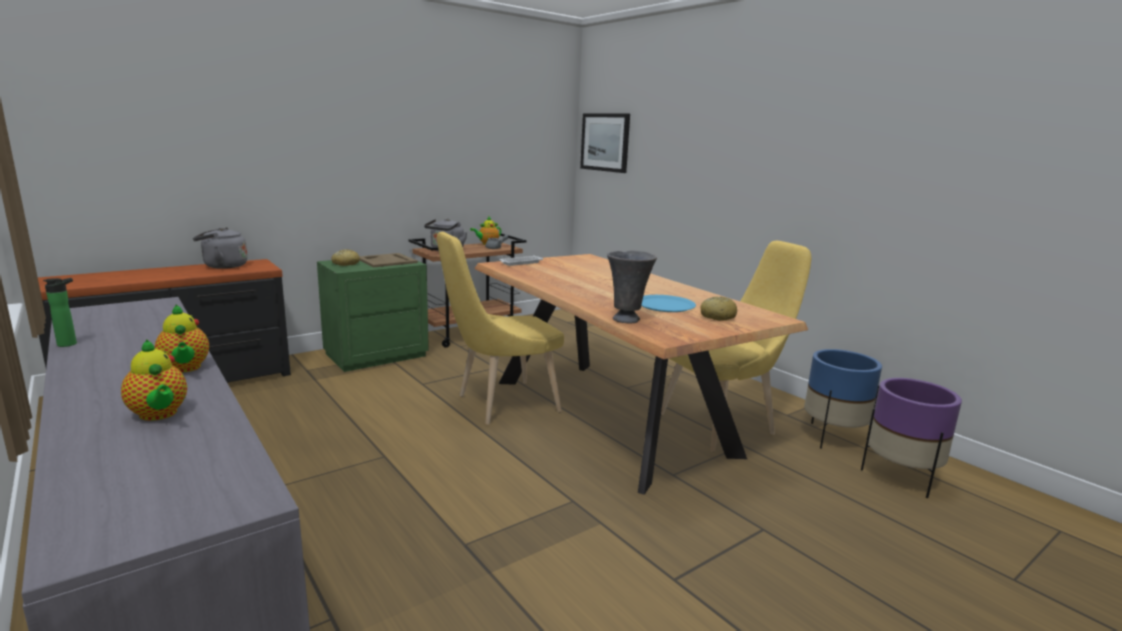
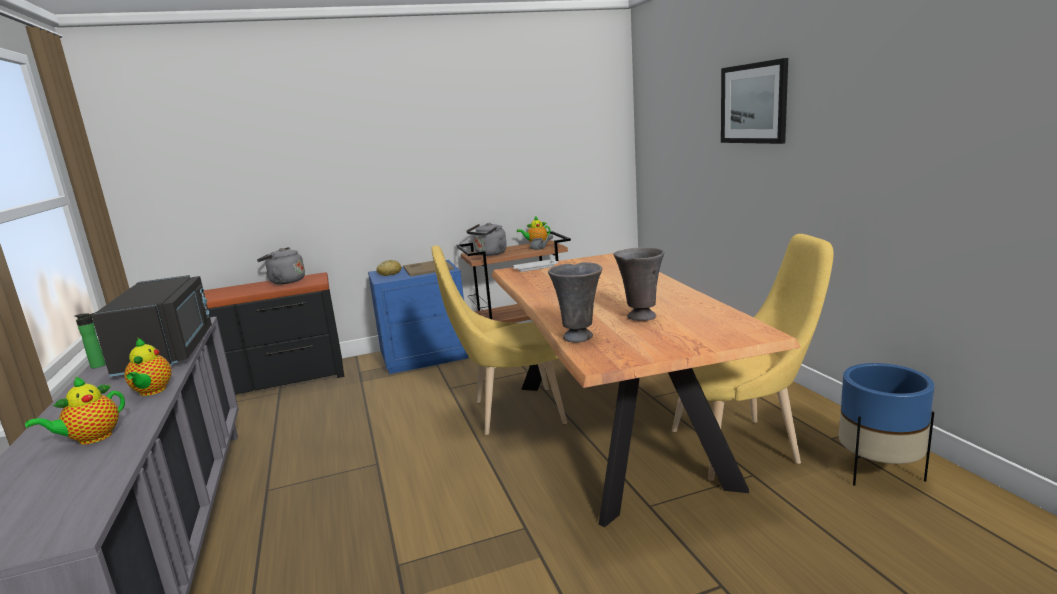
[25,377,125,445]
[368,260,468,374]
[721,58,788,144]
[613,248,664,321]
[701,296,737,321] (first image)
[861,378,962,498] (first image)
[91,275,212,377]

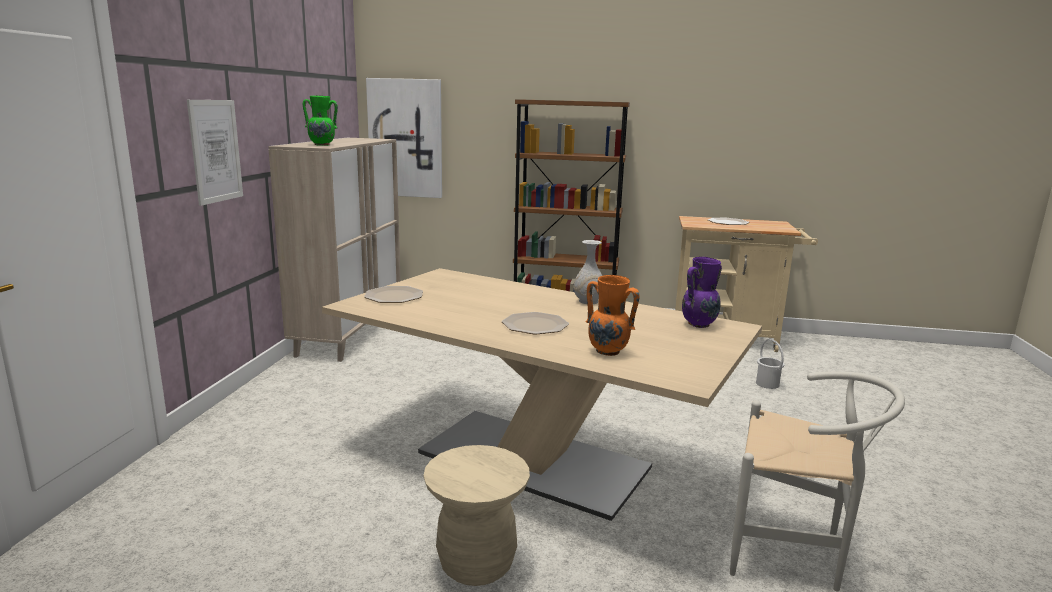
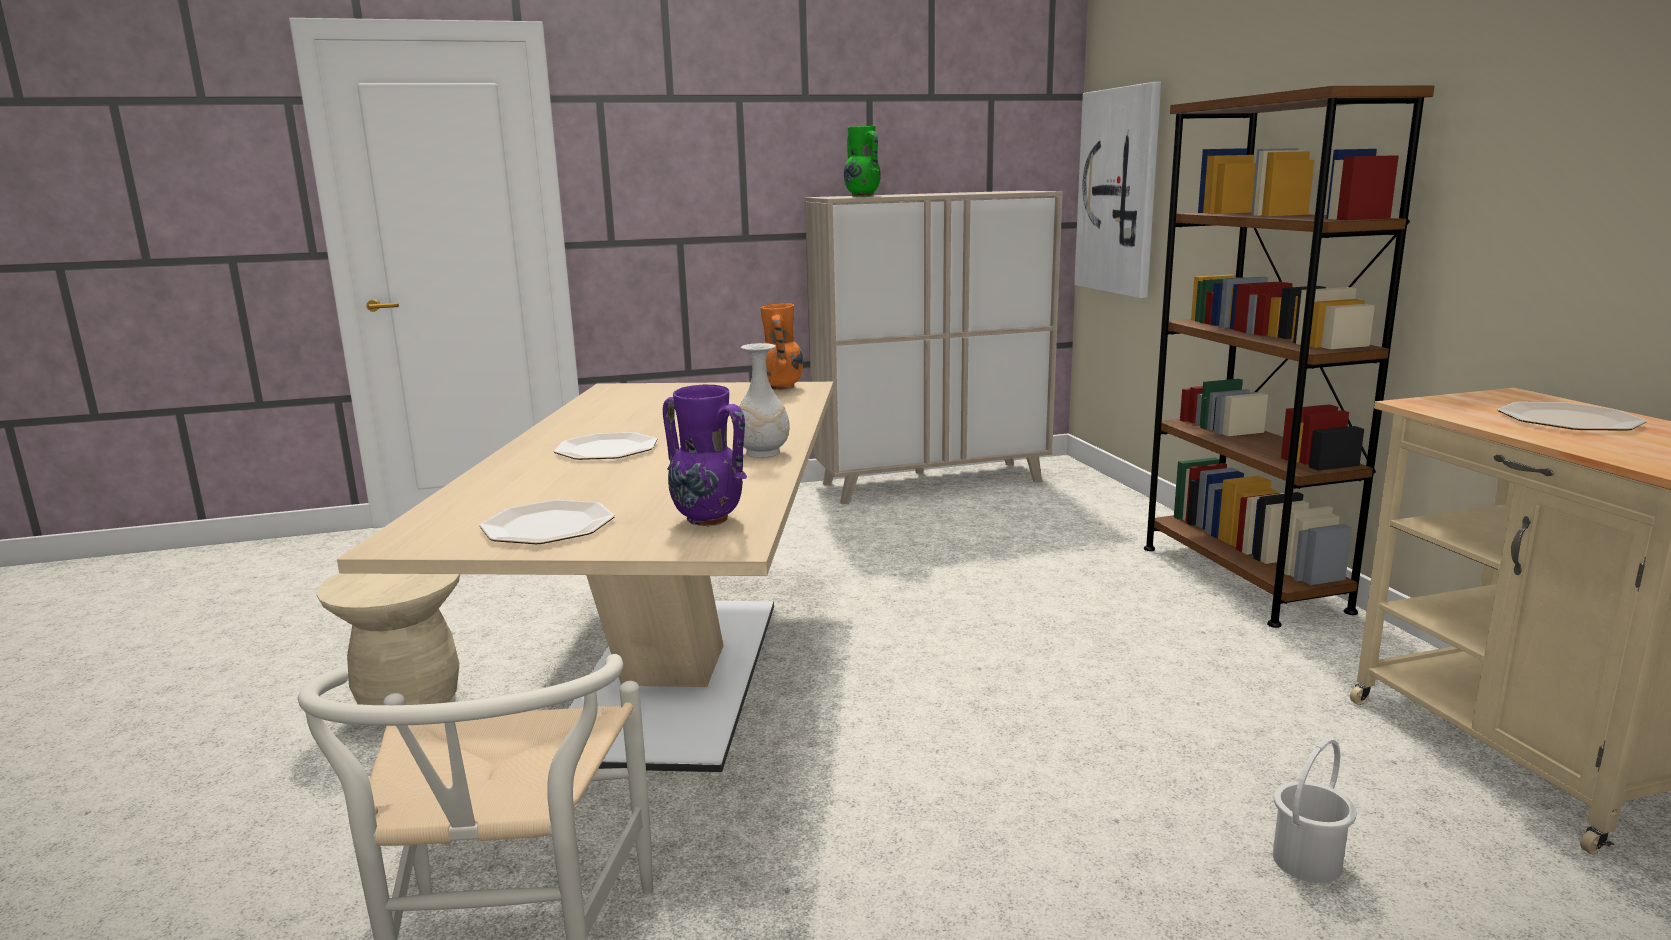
[187,100,243,206] (first image)
[479,500,615,544]
[760,303,803,390]

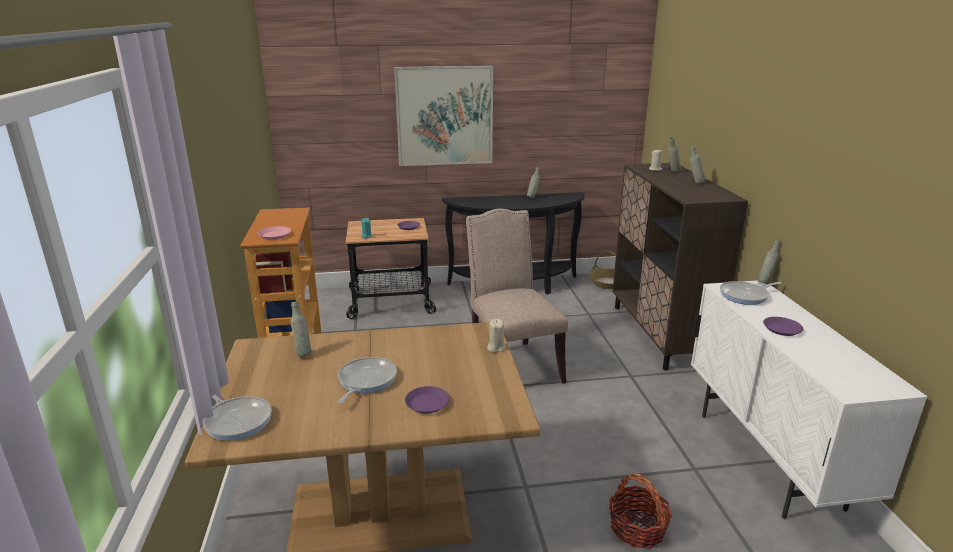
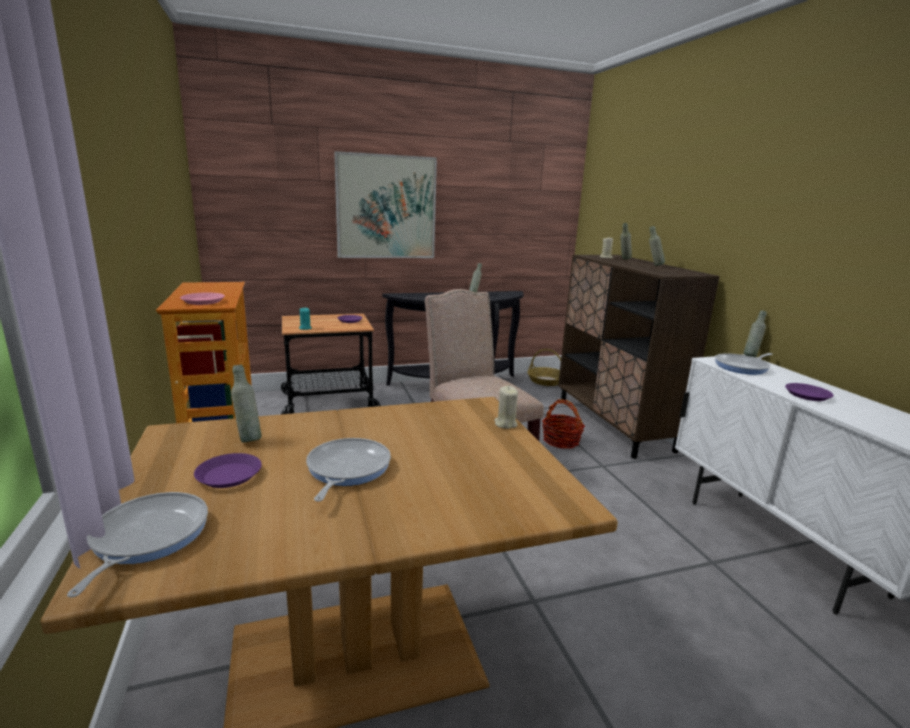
[67,492,208,598]
[194,453,262,488]
[542,399,585,448]

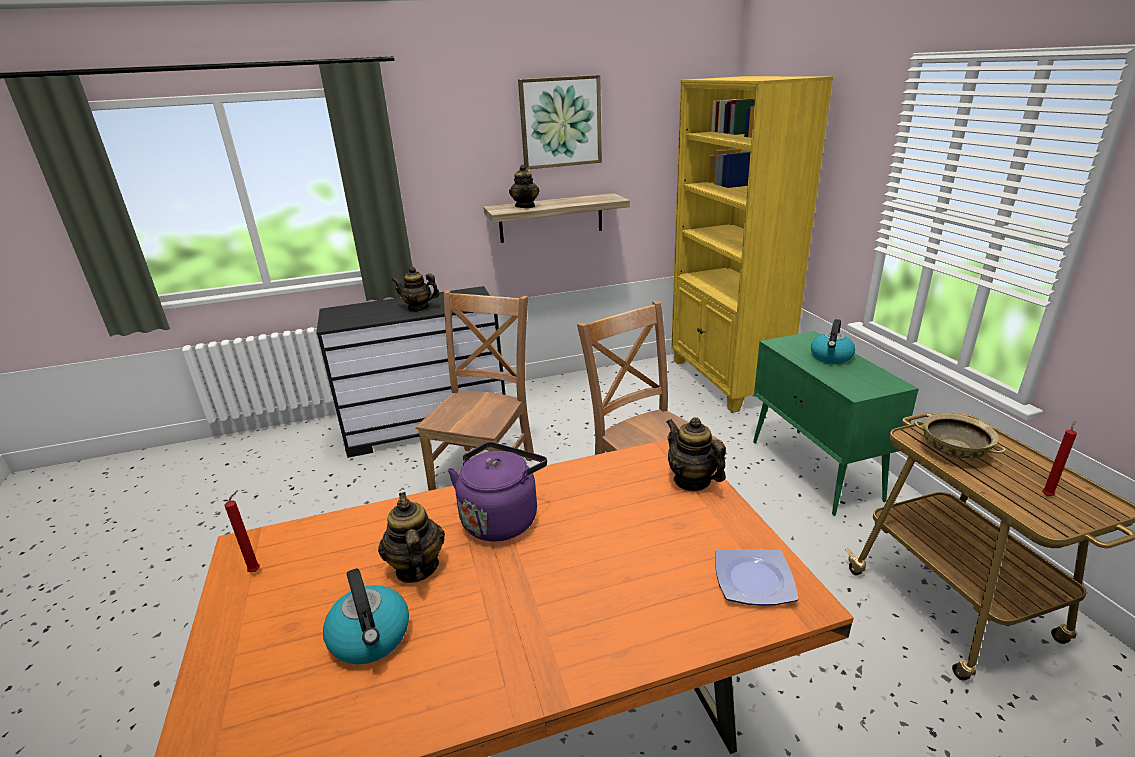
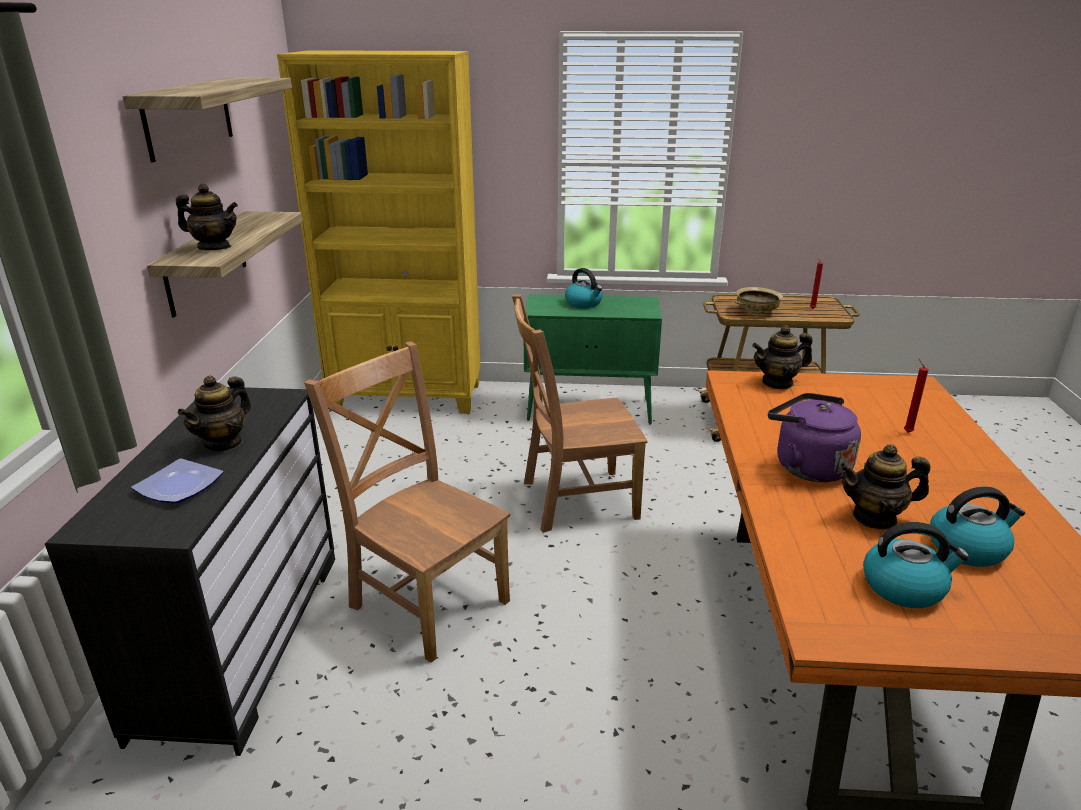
[904,358,928,433]
[122,77,292,163]
[131,458,223,504]
[863,522,969,608]

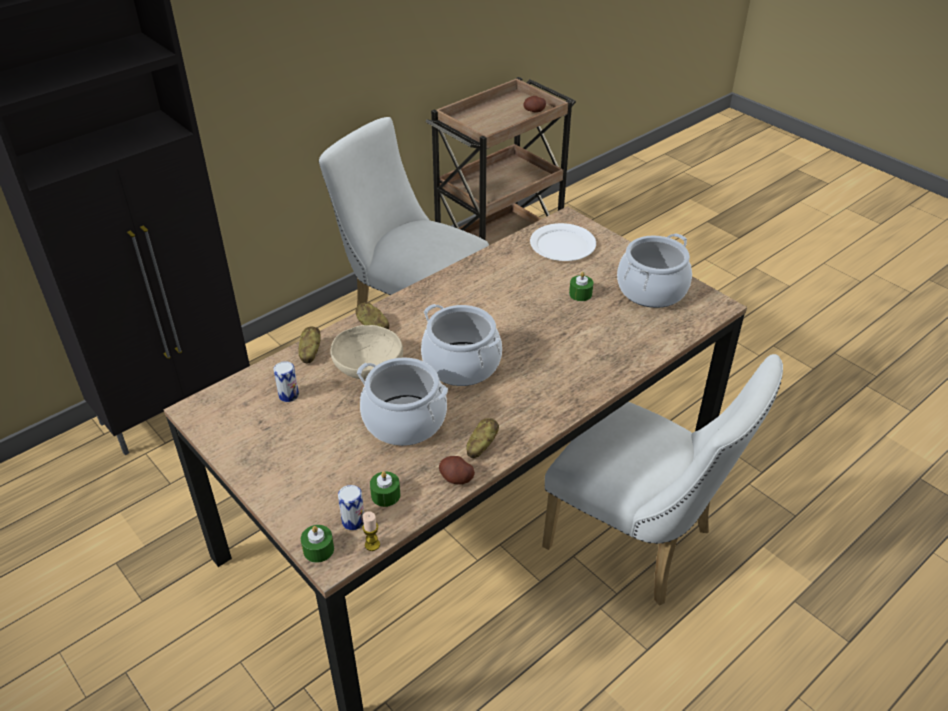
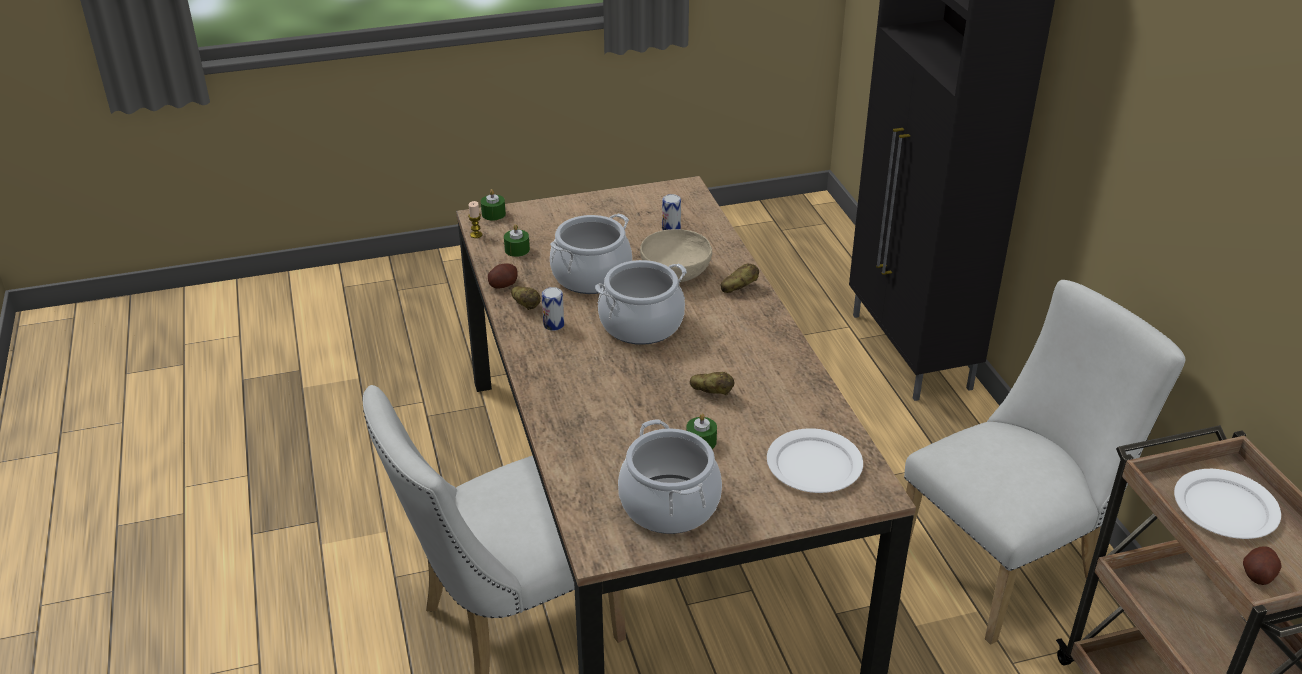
[690,372,734,395]
[542,287,564,331]
[1174,469,1281,539]

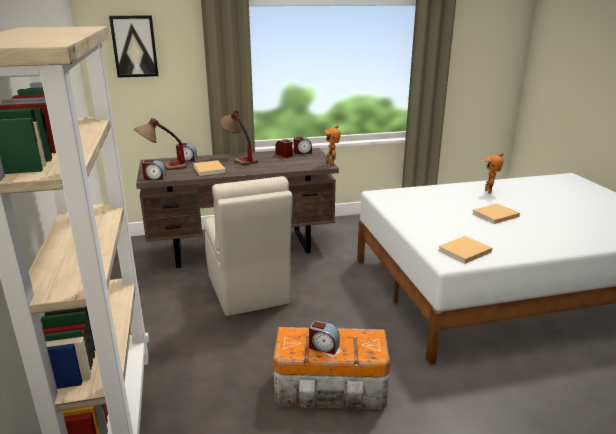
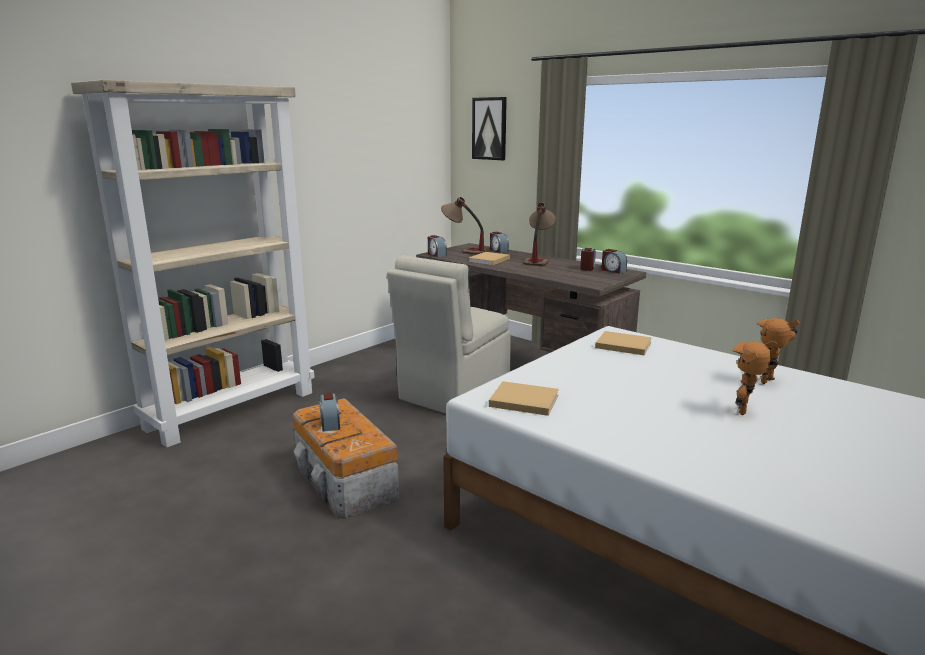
[732,341,777,415]
[595,331,652,355]

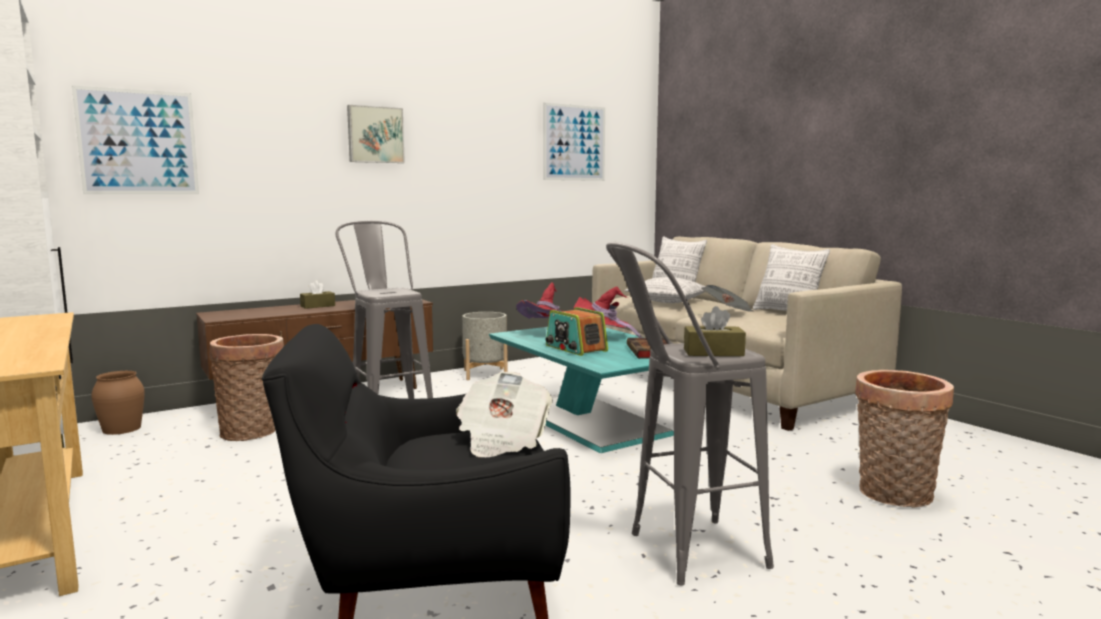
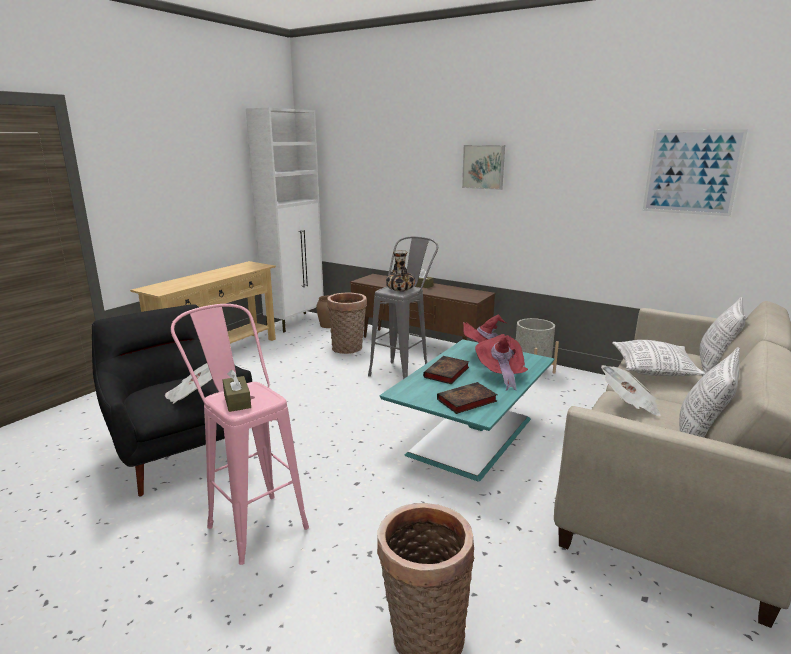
[72,85,199,194] (first image)
[423,356,470,384]
[171,304,309,565]
[386,250,415,291]

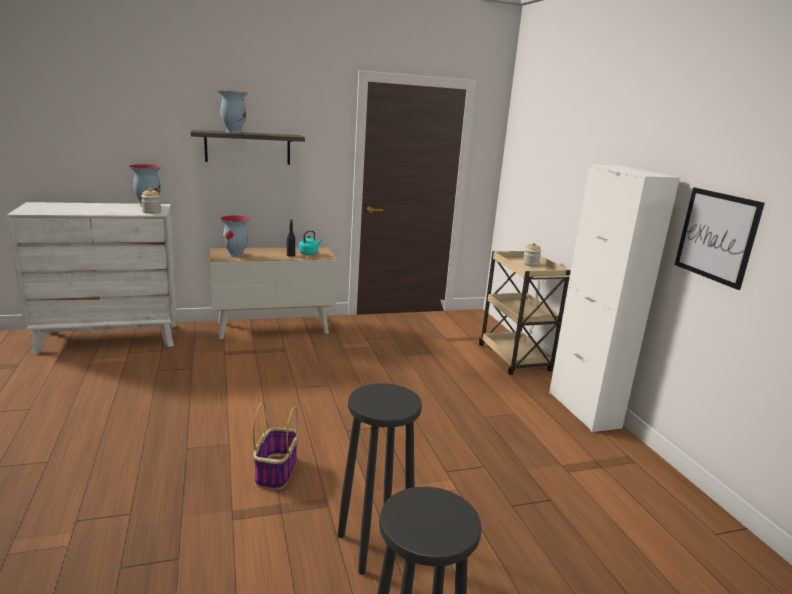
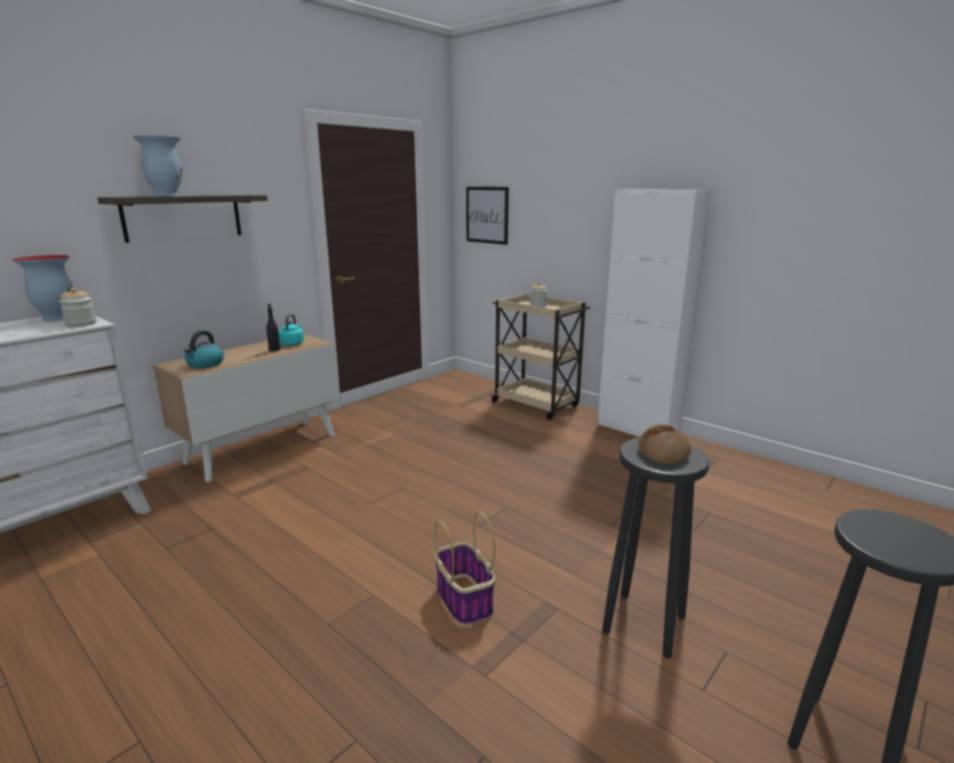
[184,331,224,368]
[466,187,509,245]
[638,424,691,464]

